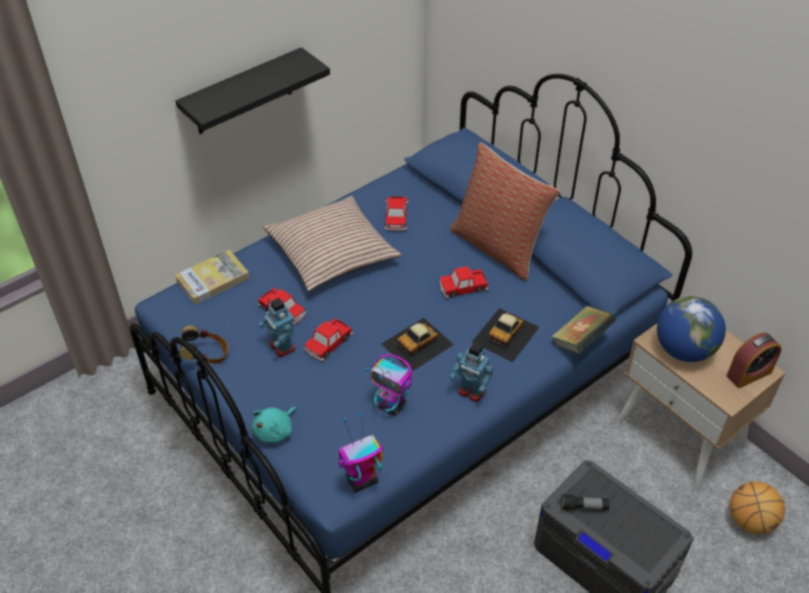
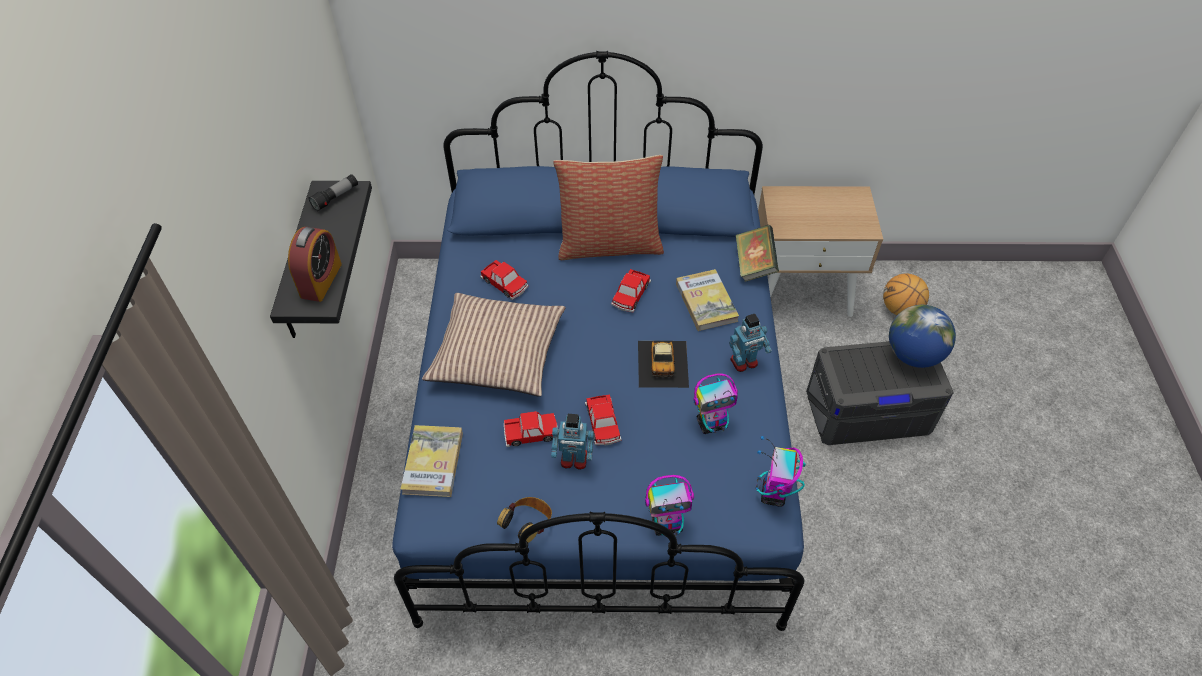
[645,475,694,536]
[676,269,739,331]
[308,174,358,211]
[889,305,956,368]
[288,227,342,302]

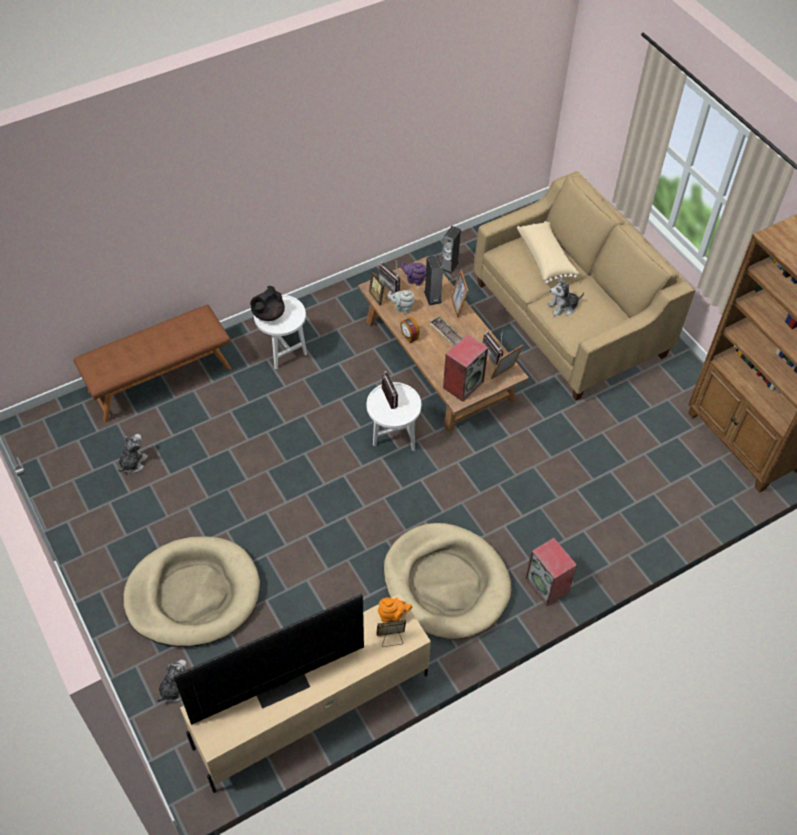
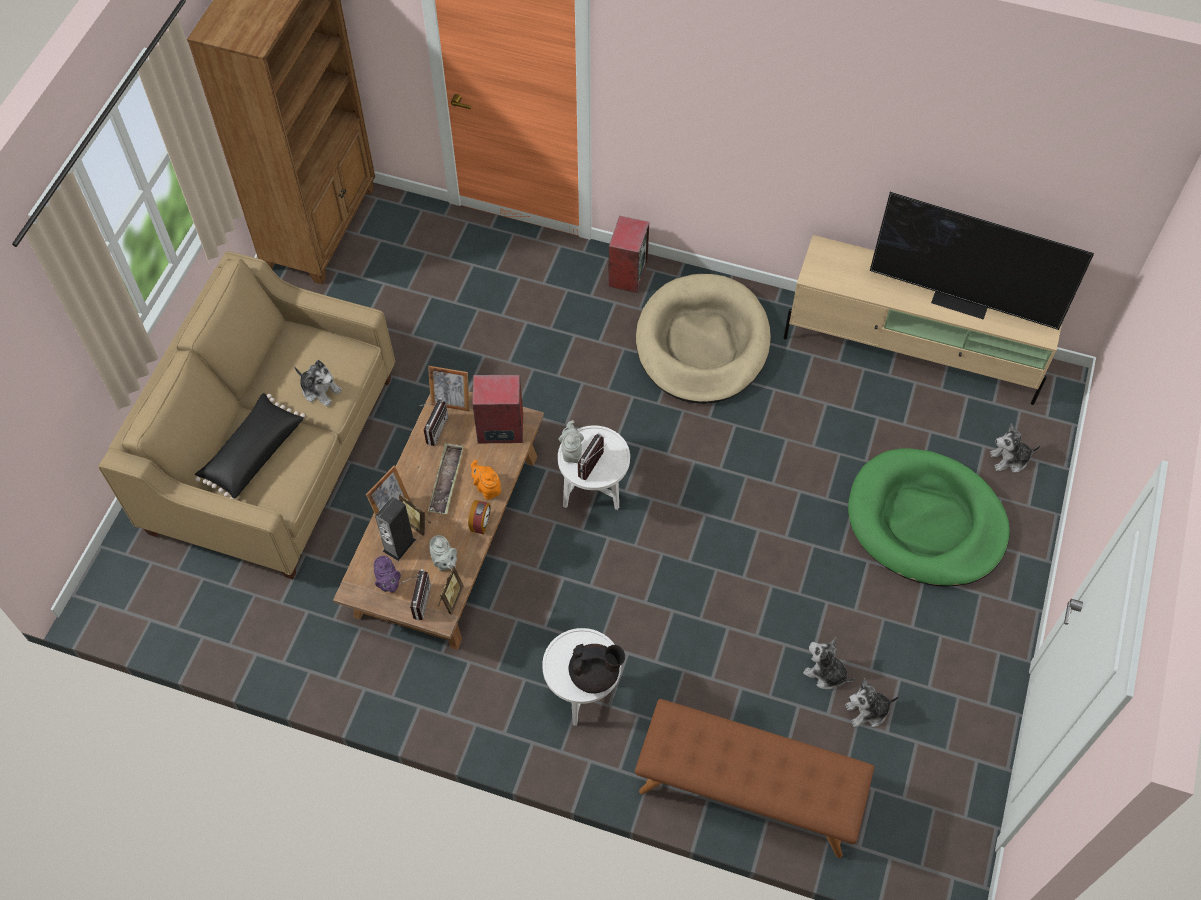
[848,448,1010,587]
[399,493,431,536]
[471,460,501,500]
[442,226,461,274] (first image)
[195,393,305,499]
[558,420,584,463]
[803,637,855,690]

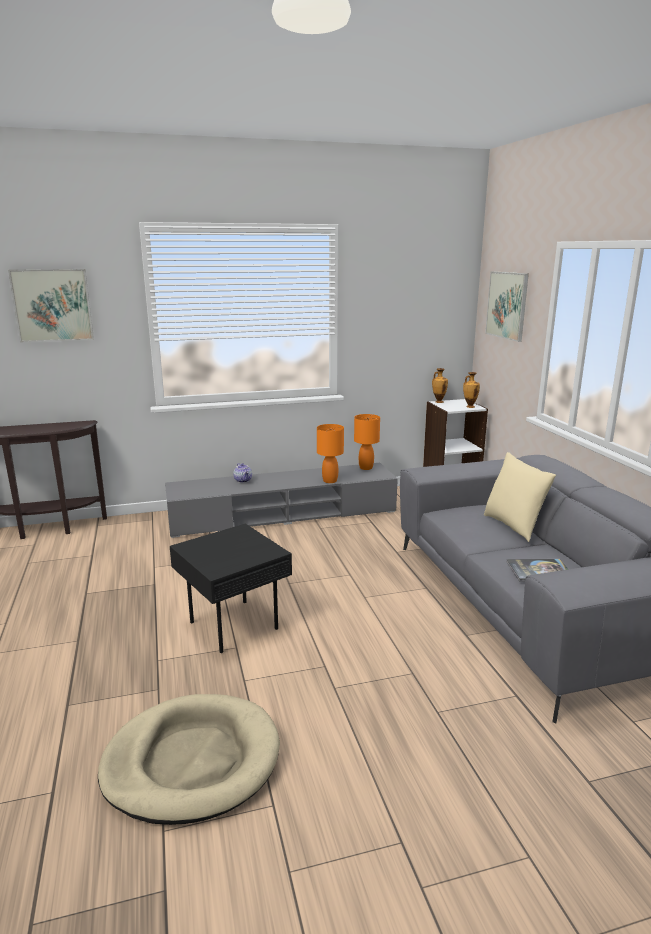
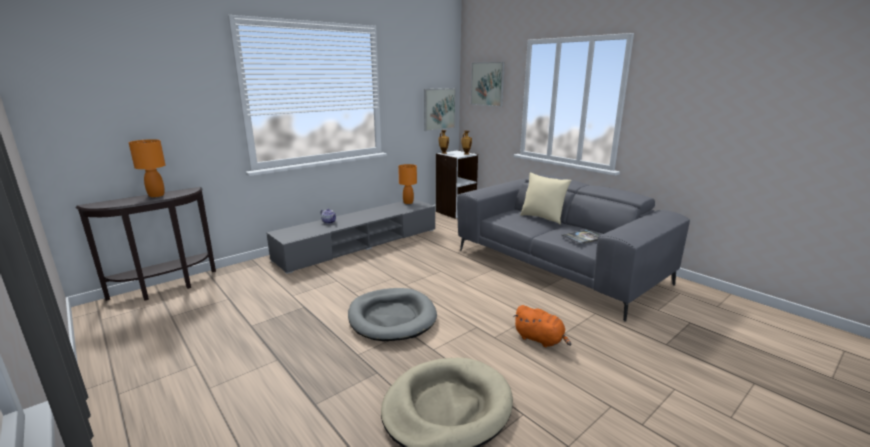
[424,88,456,131]
[348,288,437,341]
[129,139,165,197]
[513,305,571,347]

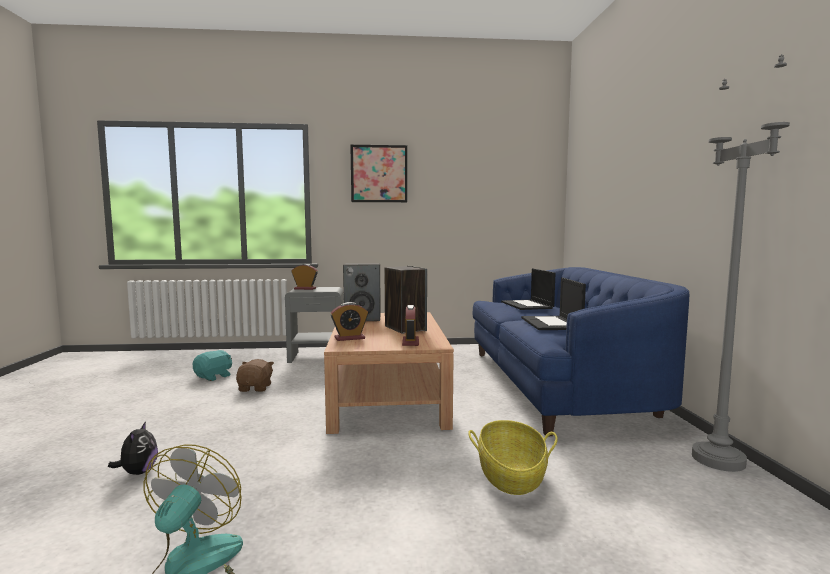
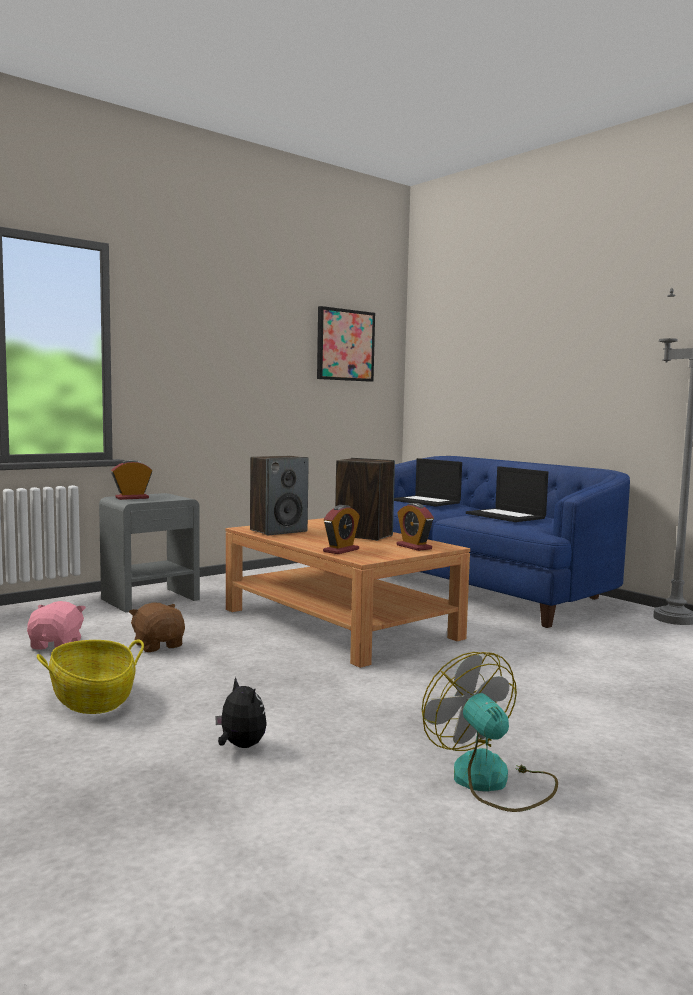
[27,601,86,650]
[317,306,375,382]
[37,639,144,714]

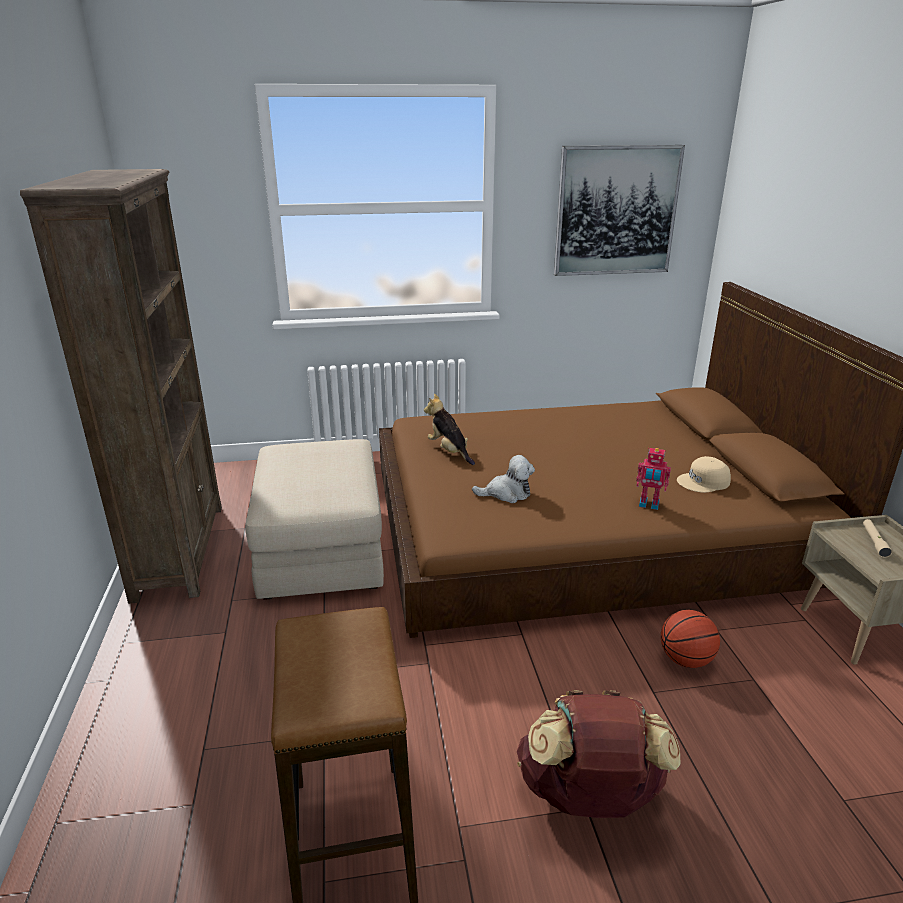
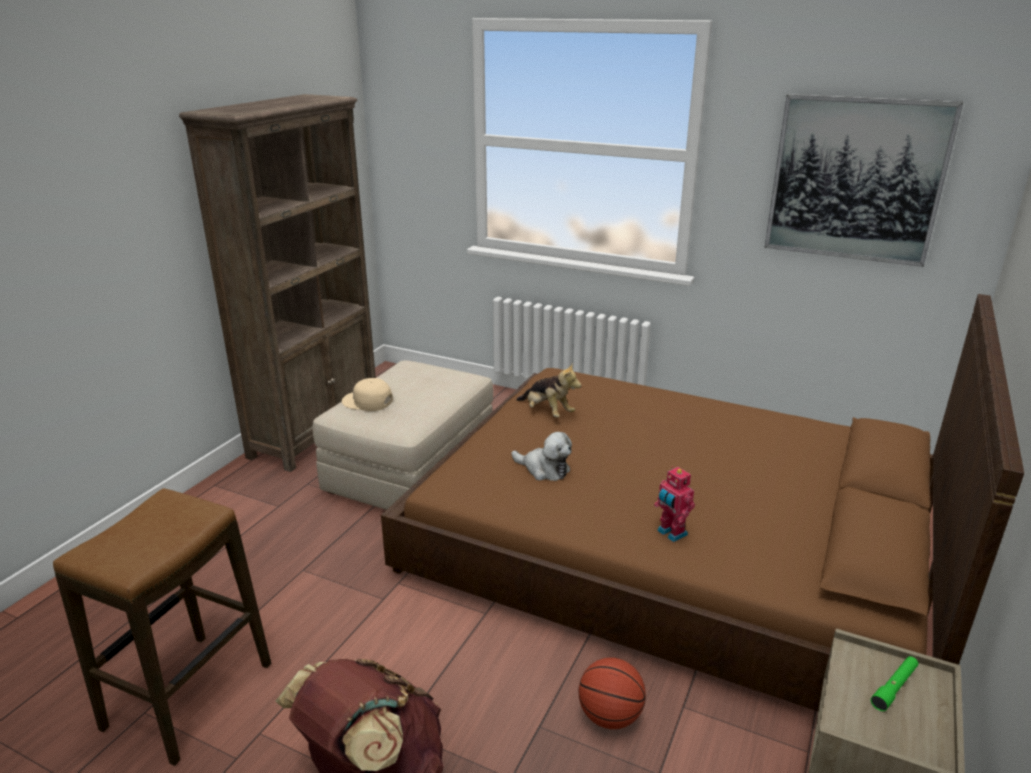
[516,364,582,417]
[342,378,393,411]
[871,656,918,711]

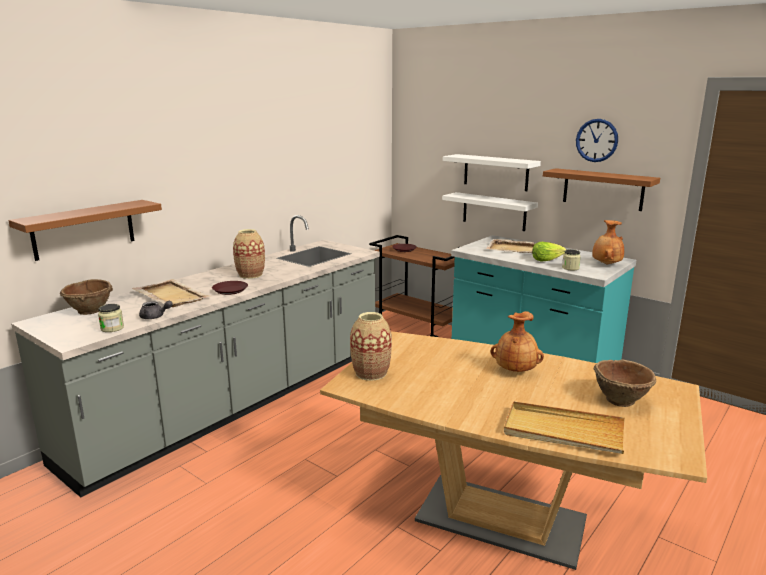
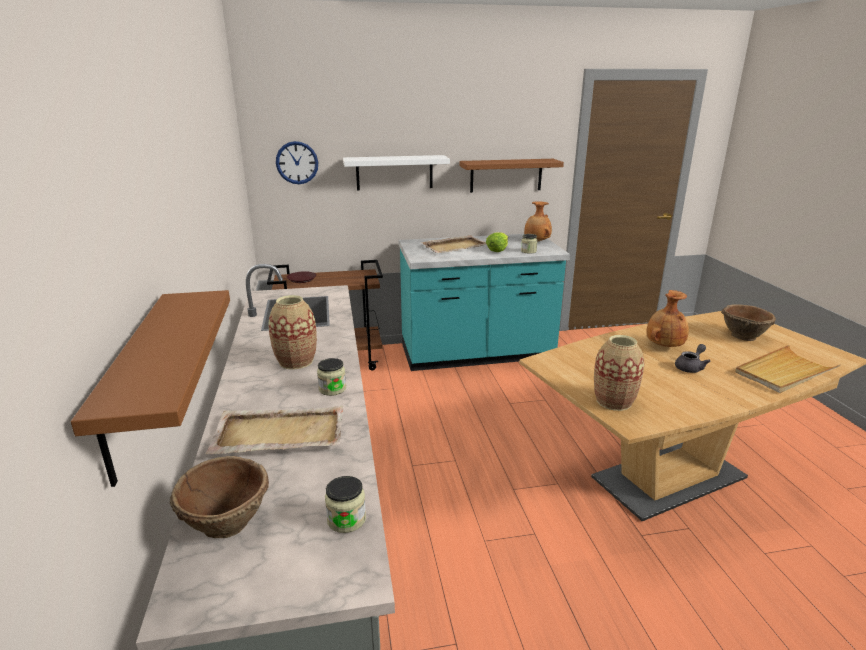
[675,344,710,373]
[317,358,346,396]
[442,192,538,231] (first image)
[276,141,318,184]

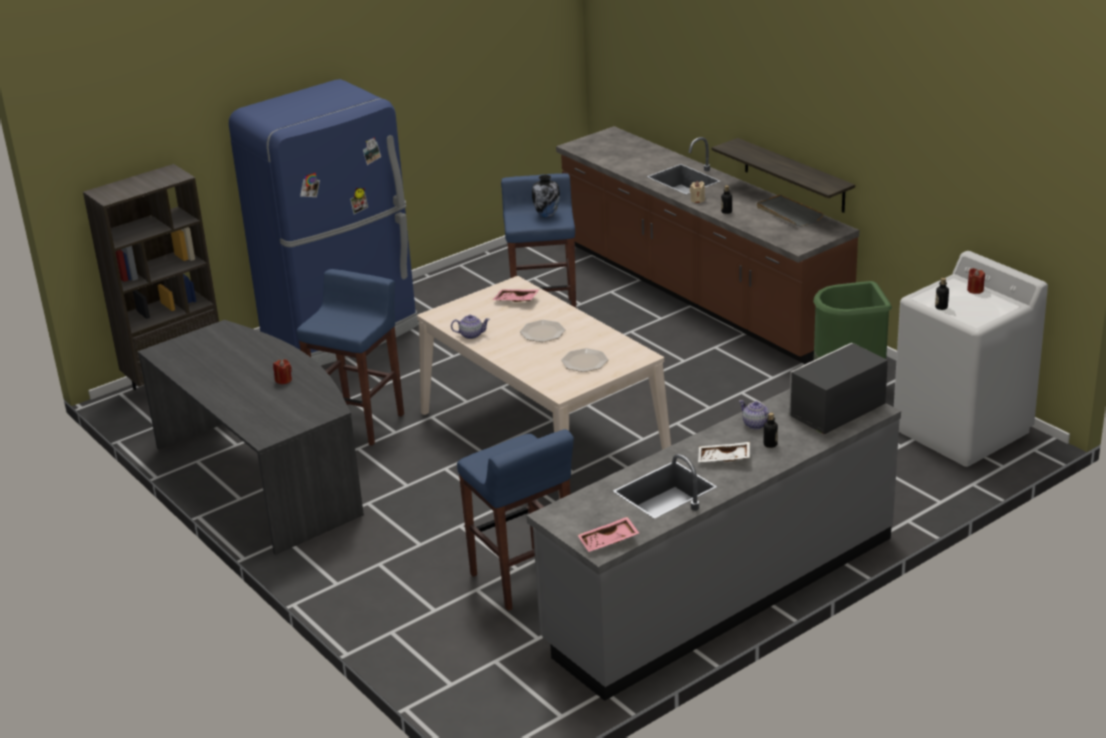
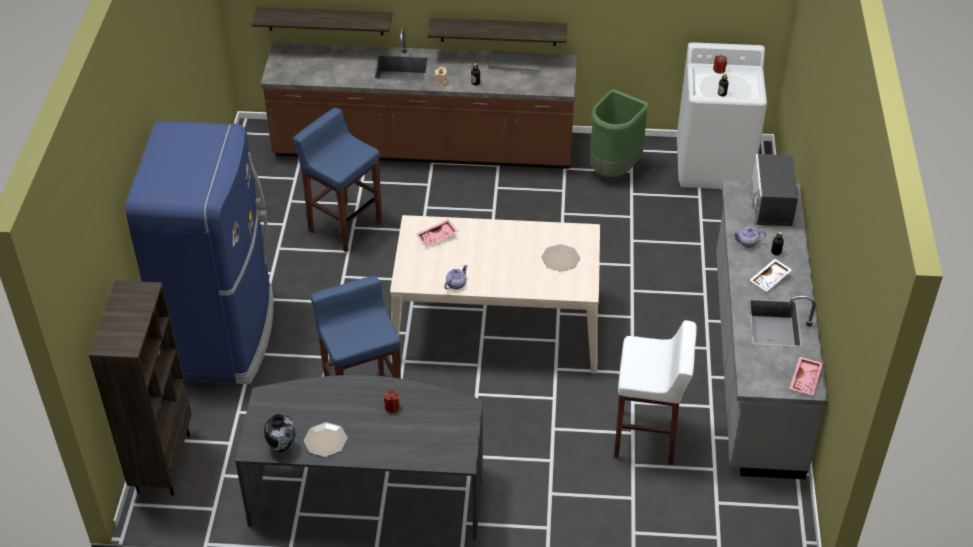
[614,320,697,465]
[304,422,348,457]
[264,414,295,453]
[251,7,393,35]

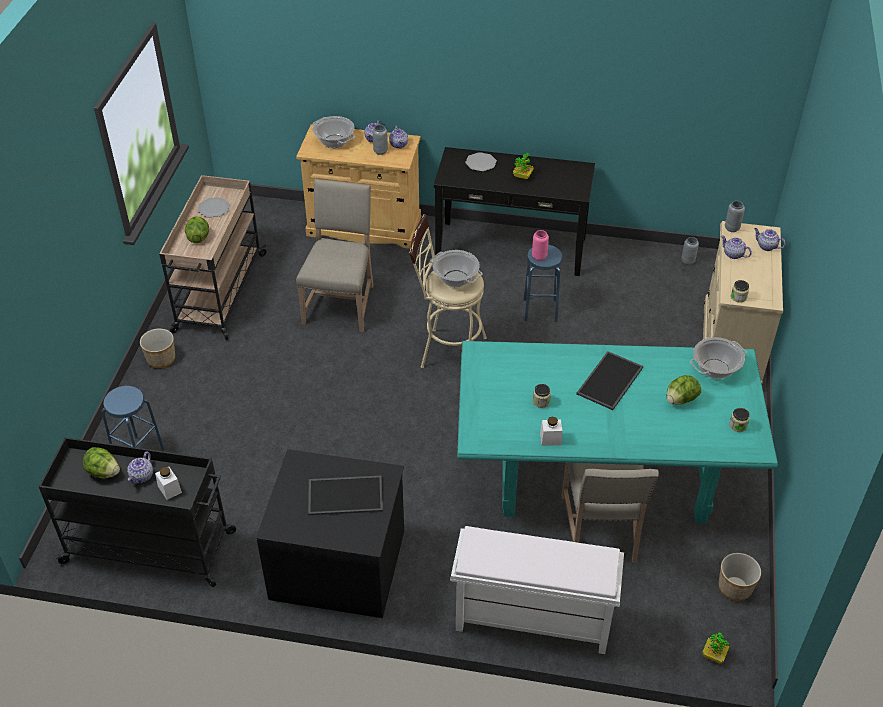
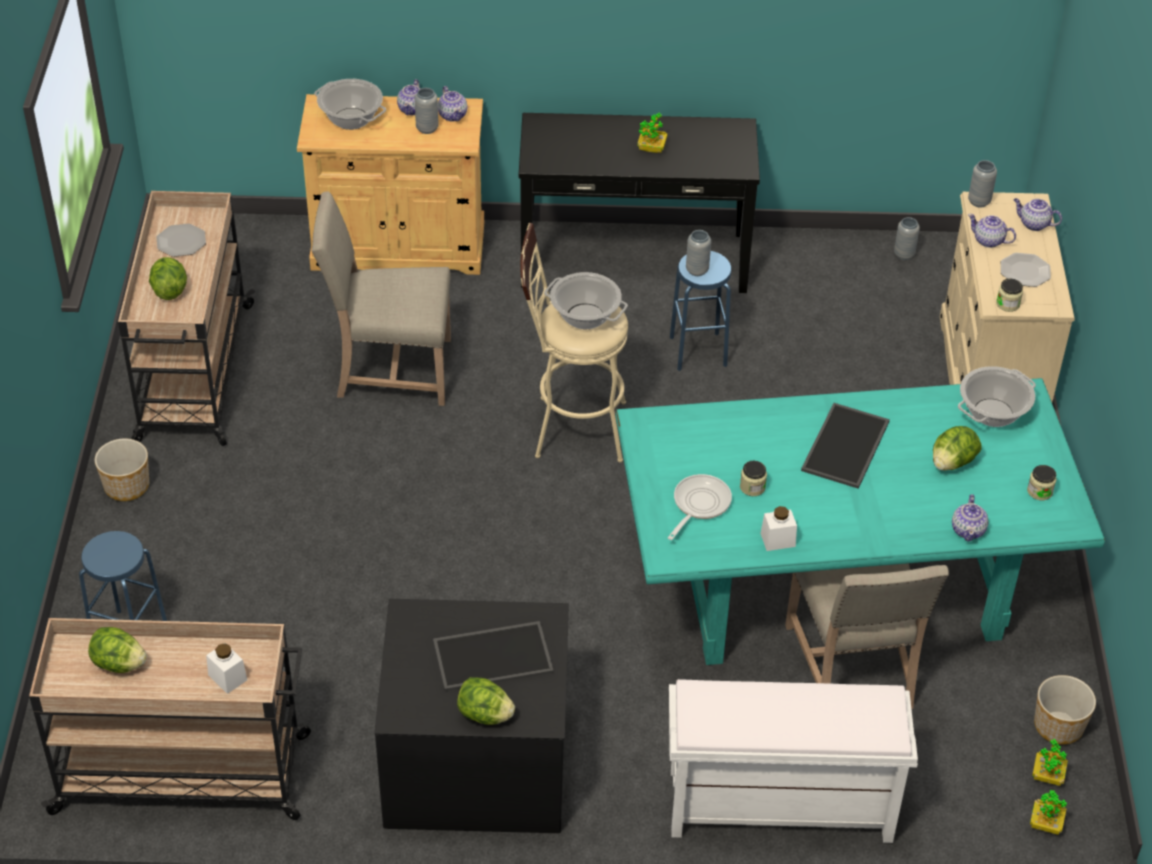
[29,618,311,820]
[952,494,989,542]
[311,191,451,406]
[1001,253,1051,287]
[686,230,711,276]
[457,677,515,725]
[668,474,732,540]
[1032,739,1068,786]

